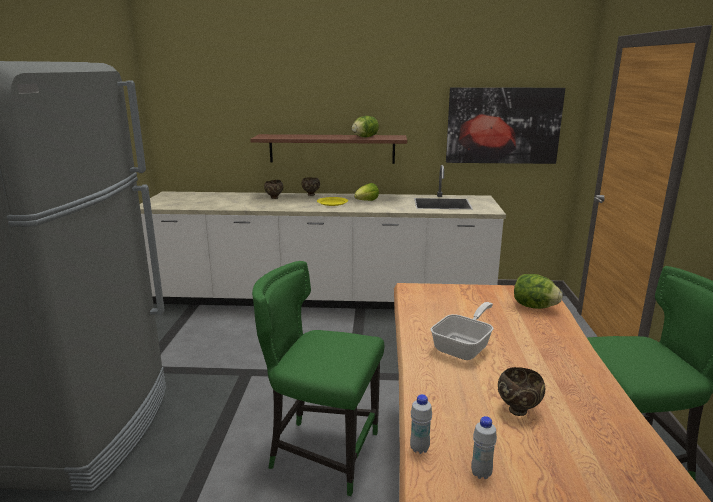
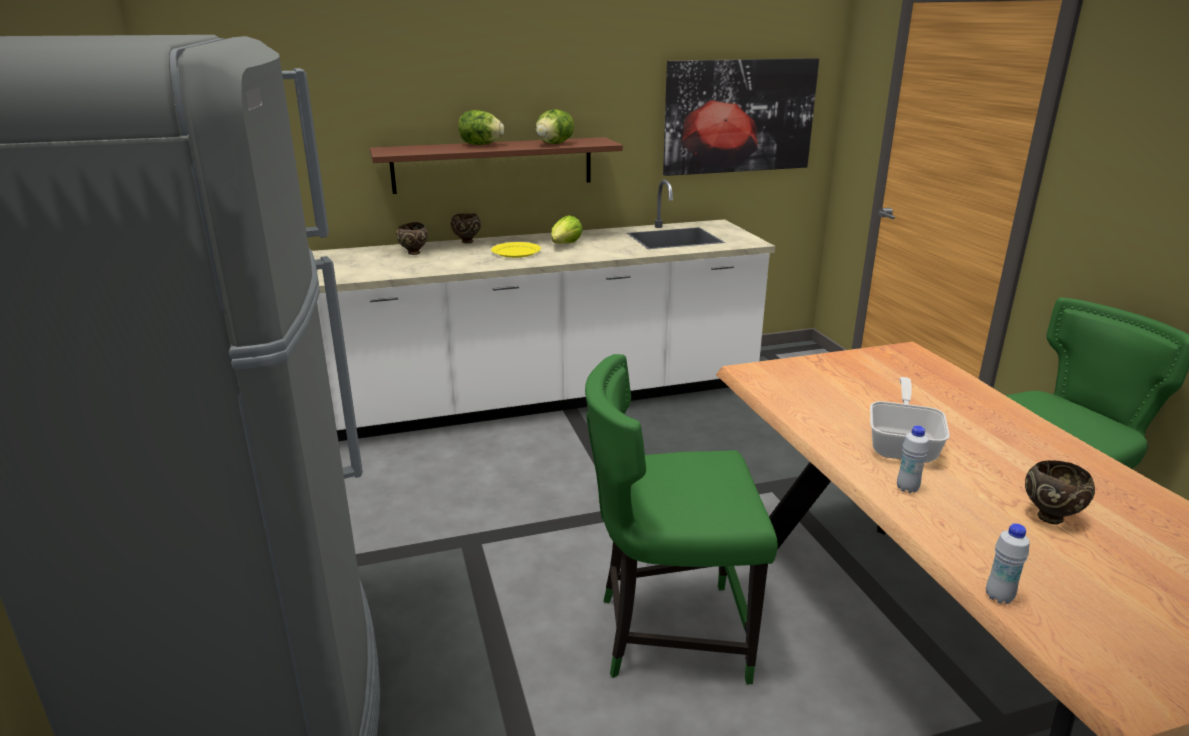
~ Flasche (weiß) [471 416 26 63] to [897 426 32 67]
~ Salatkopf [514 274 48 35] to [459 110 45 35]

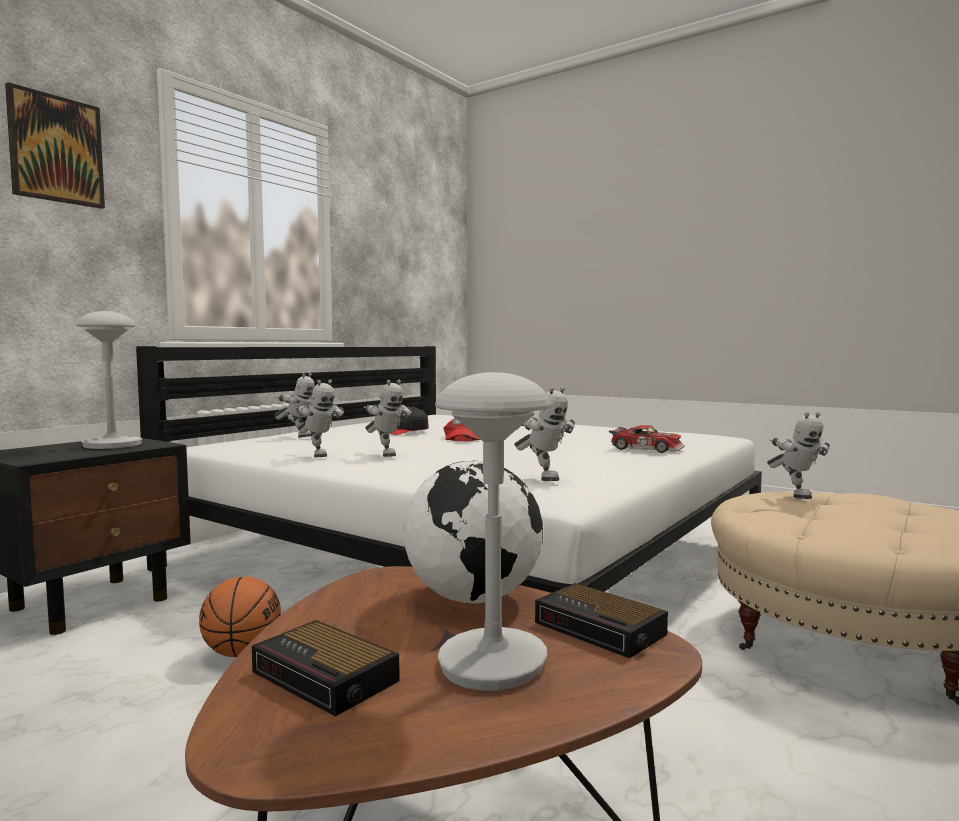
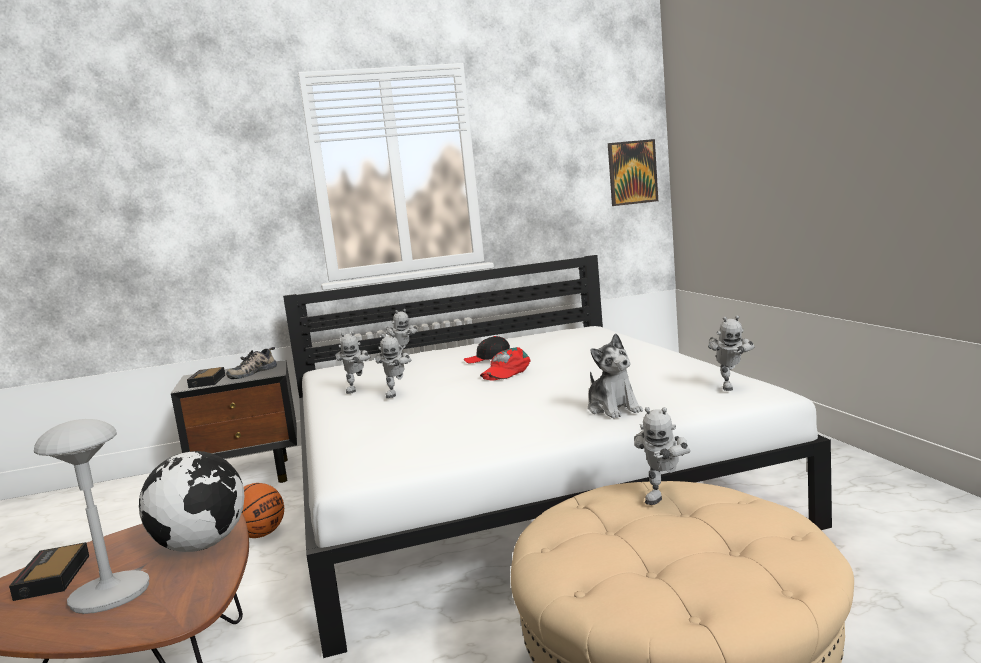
~ Bild [5 82 100 127] to [608 139 50 67]
~ Tischlampe (grau) [76 311 66 138] to Schuh [226 347 51 32]
~ Spielzeugroboter [514 386 61 95] to [708 315 47 76]
~ Wecker [535 583 133 75] to [187 367 38 21]
~ Spielzeugauto [609 425 76 28] to Plüschtier [588 334 55 84]

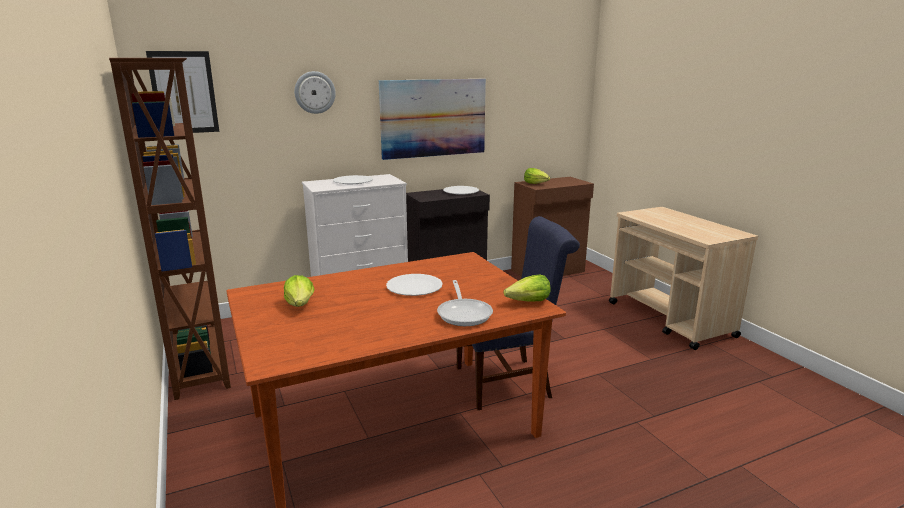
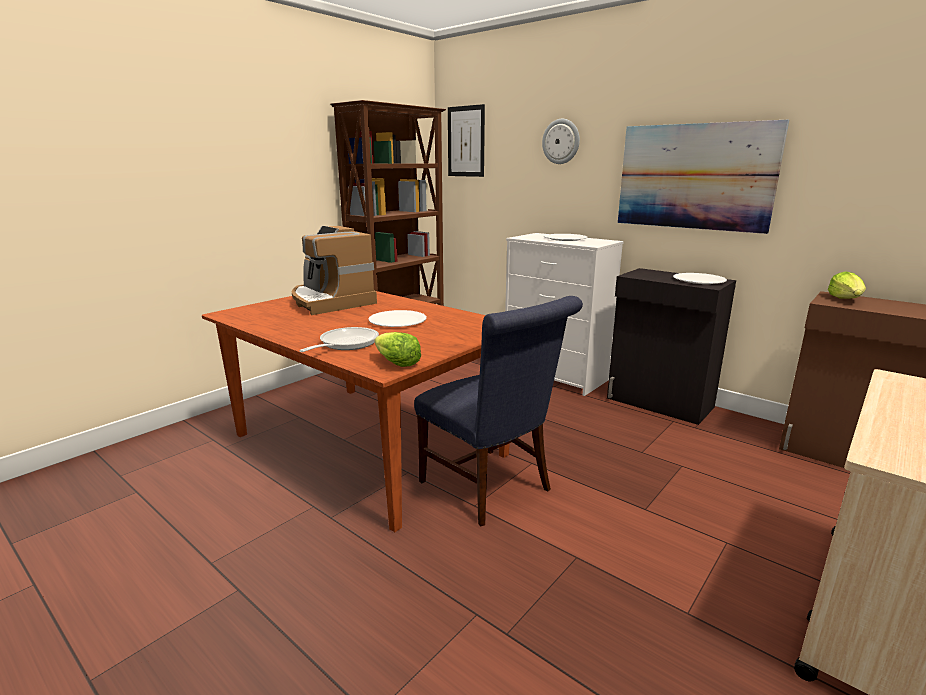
~ Salatkopf [284 275 30 32] to Kaffeemaschine [292 226 85 89]
~ Pfanne [437 280 56 46] = [299 327 80 25] 150 degrees clockwise

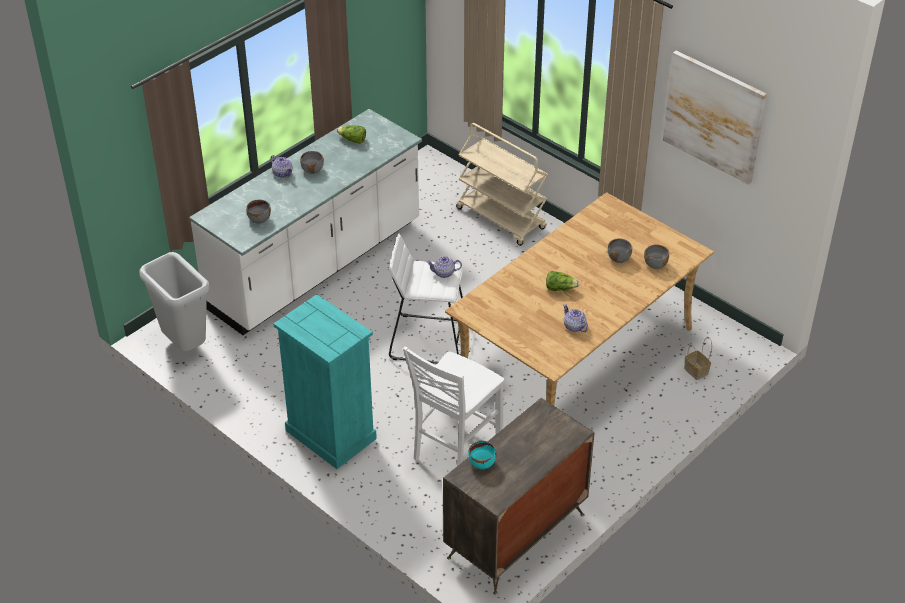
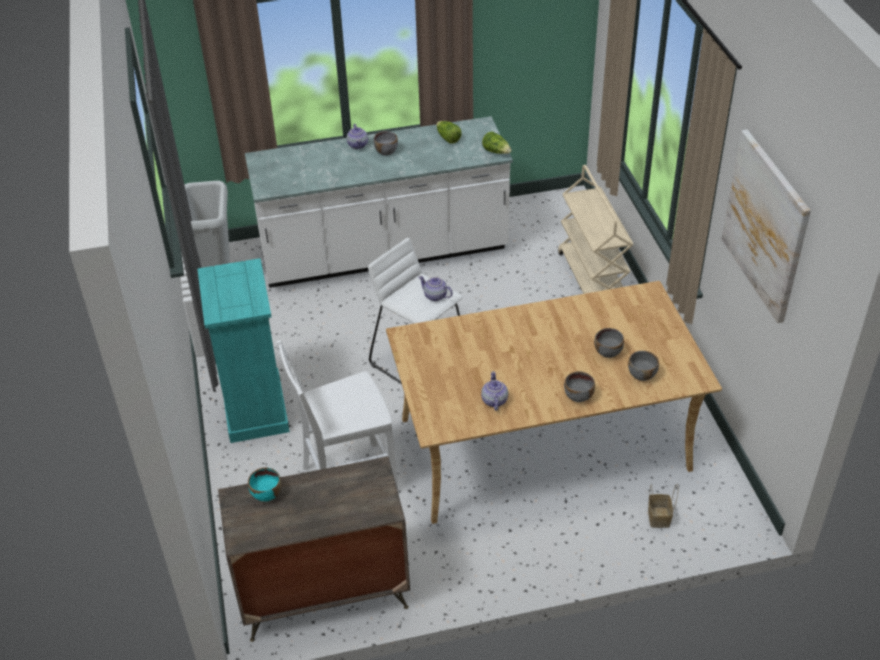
~ Schüssel (grau) [246 200 25 24] to [564 371 31 31]
~ Salatkopf [546 271 34 20] to [482 132 30 22]

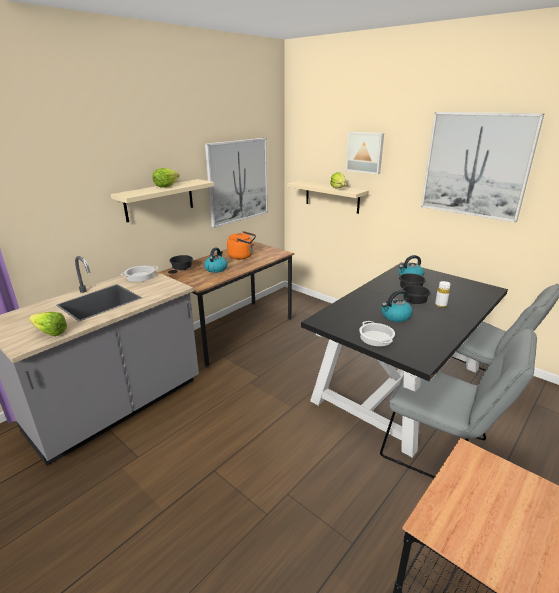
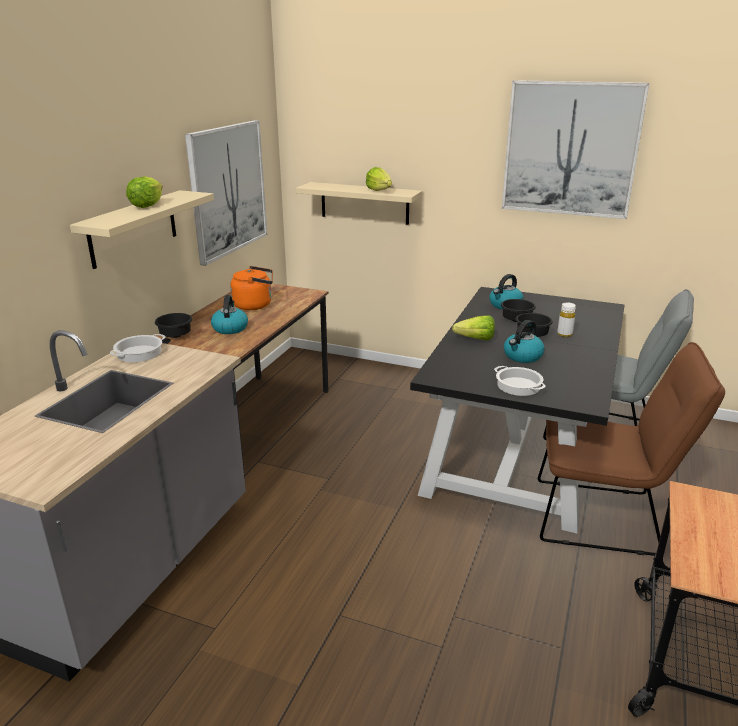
~ Salatkopf [29 312 38 24] to [452 315 43 26]
- Bild [346 132 38 42]
~ Stuhl (grau) [380 327 157 151] to Stuhl (braun) [538 342 187 214]

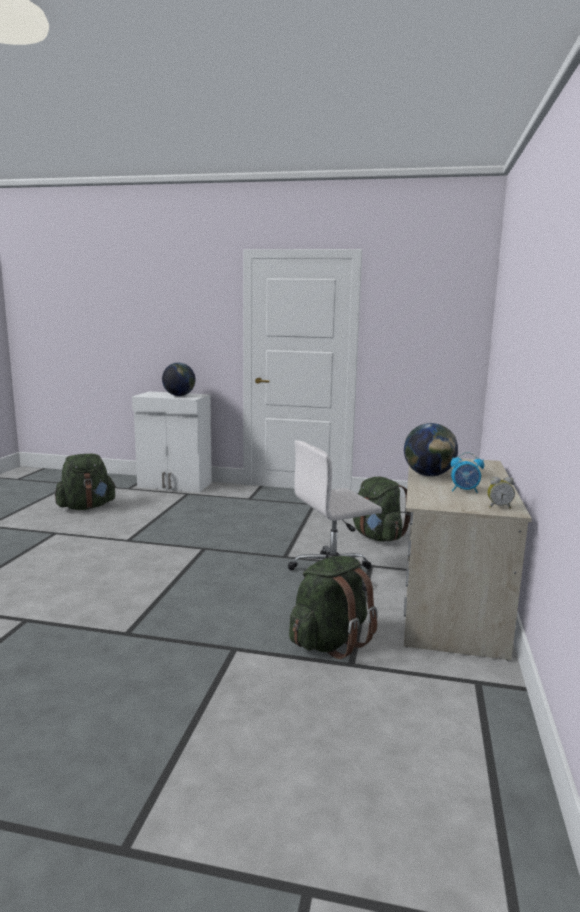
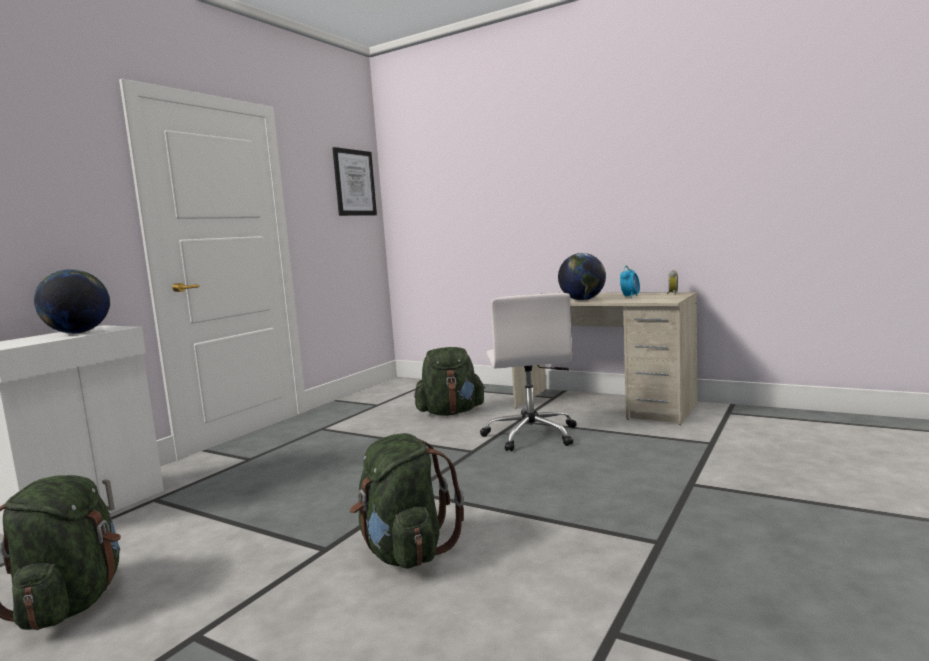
~ Rucksack (grün) [289 556 89 103] to [350 433 114 136]
+ Bild [332 147 45 69]

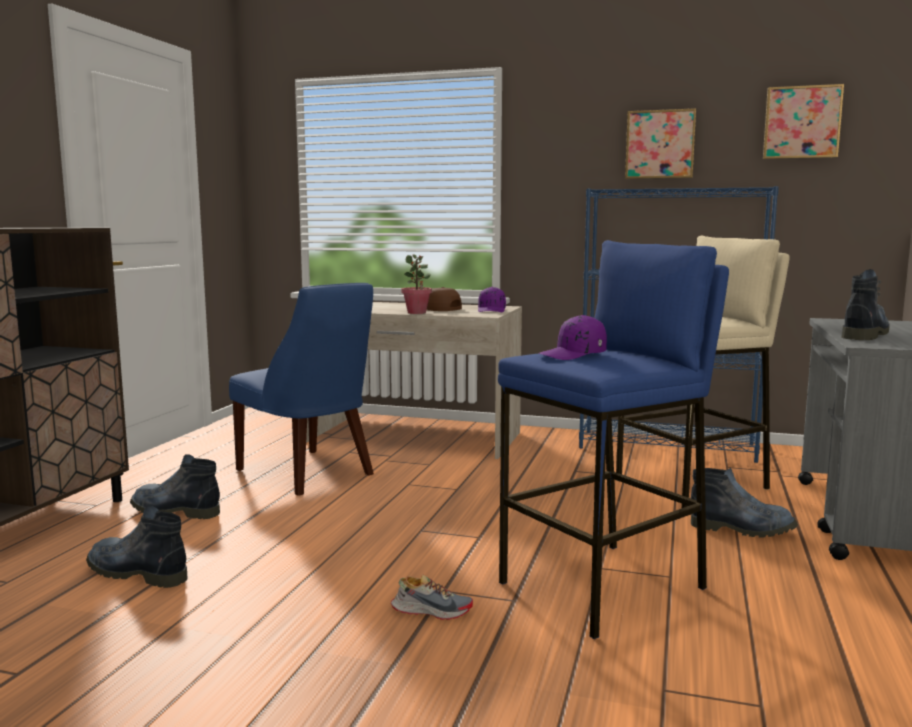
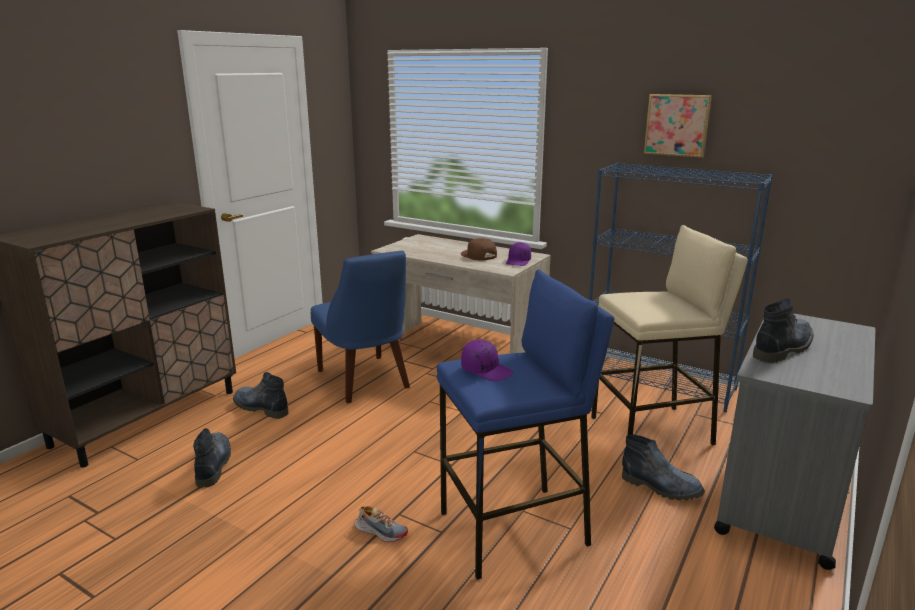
~ Stiefel [86 506 102 82] = [193 428 38 60] 45 degrees clockwise
- Topfpflanze [401 254 31 60]
~ Kappe (lila) [539 315 68 45] = [461 340 52 41] 135 degrees counterclockwise
- Bild [763 84 81 76]

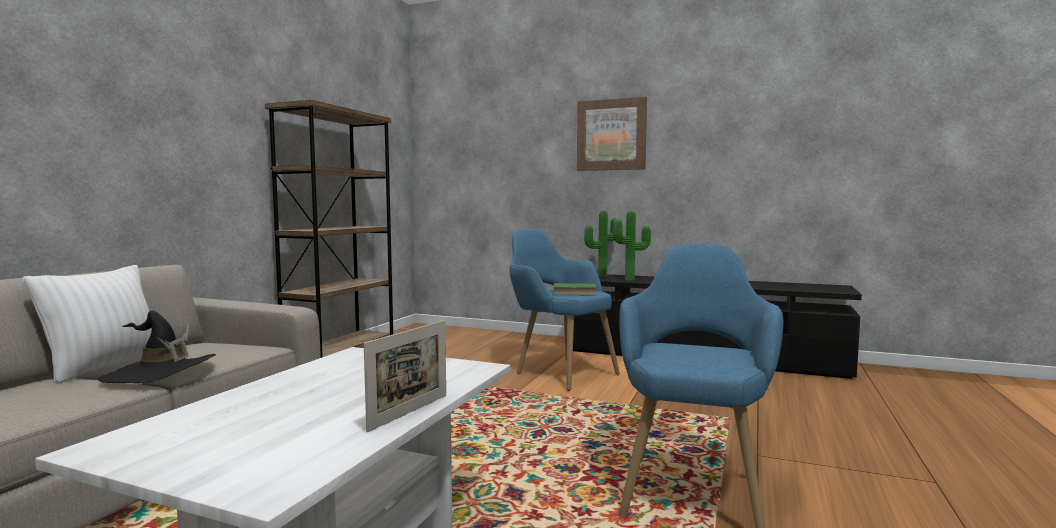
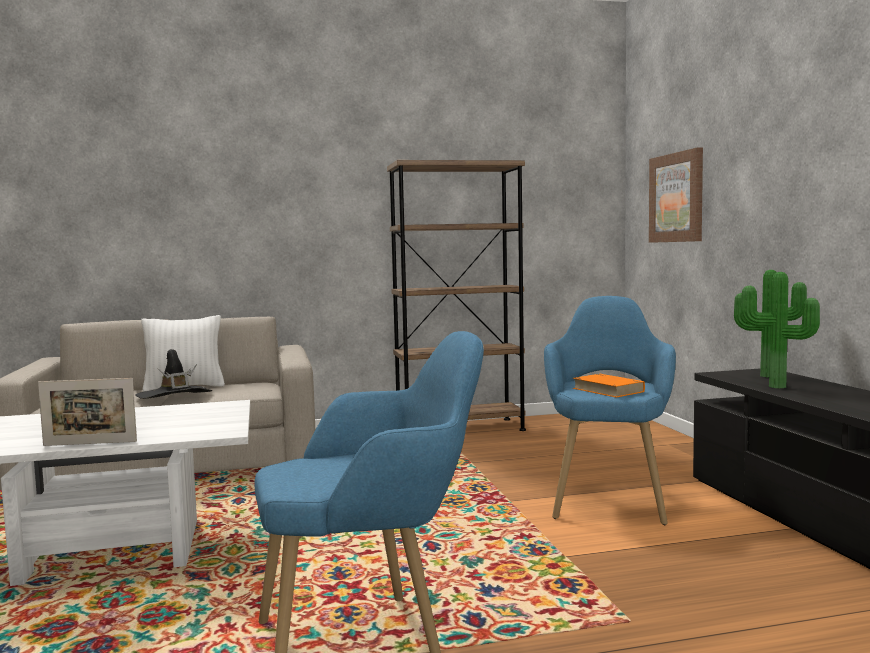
~ Buch (grün) [551 283 46 12] to Buch (orange) [573 374 72 24]
~ Bild [577 97 70 74] to [649 148 54 95]

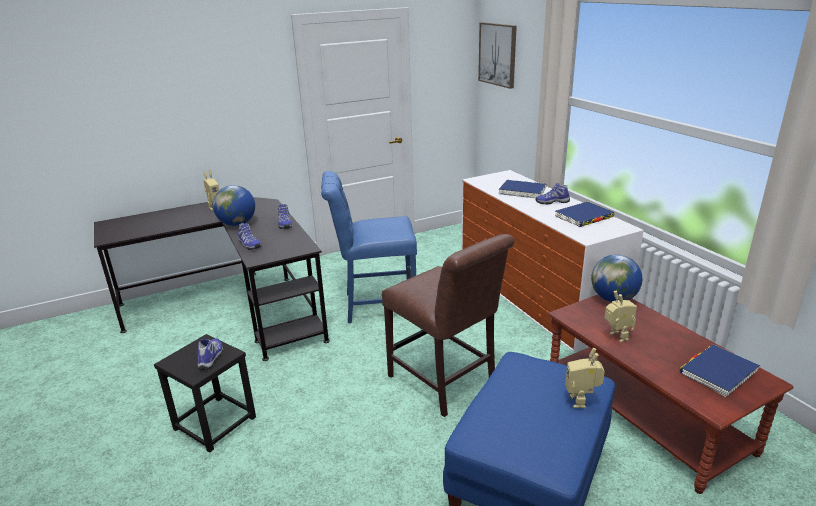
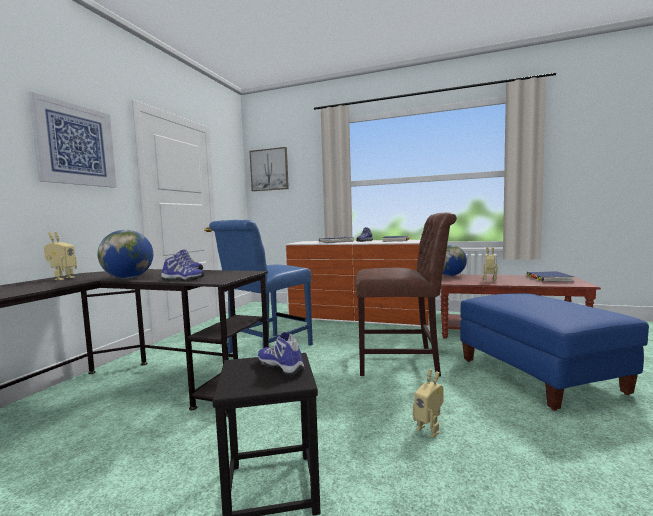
~ Spielzeugroboter [565 348 40 60] to [413 369 31 69]
+ Bild [29 92 88 96]

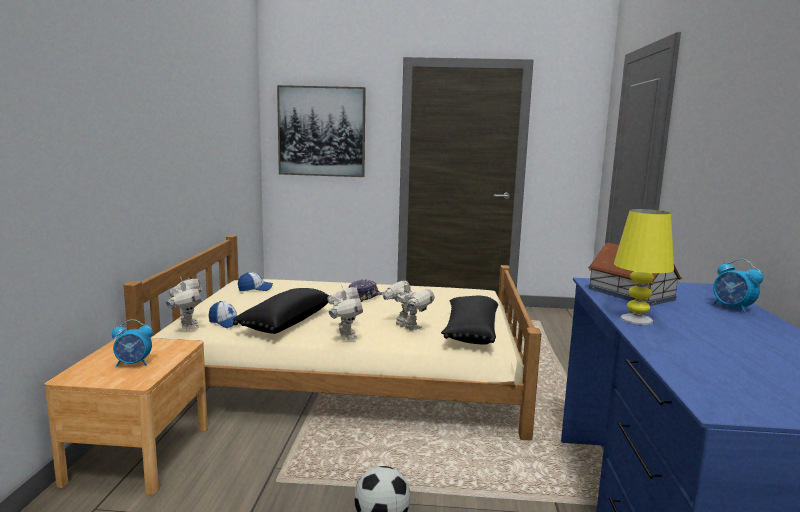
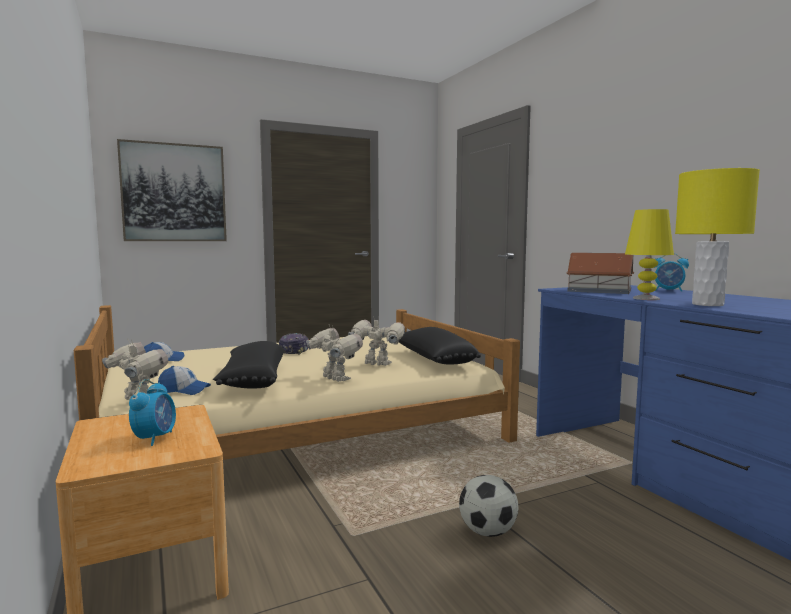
~ Wecker [112 319 41 48] = [129 379 47 67] 45 degrees counterclockwise
+ Tischlampe (gelb) [675 168 85 138]

